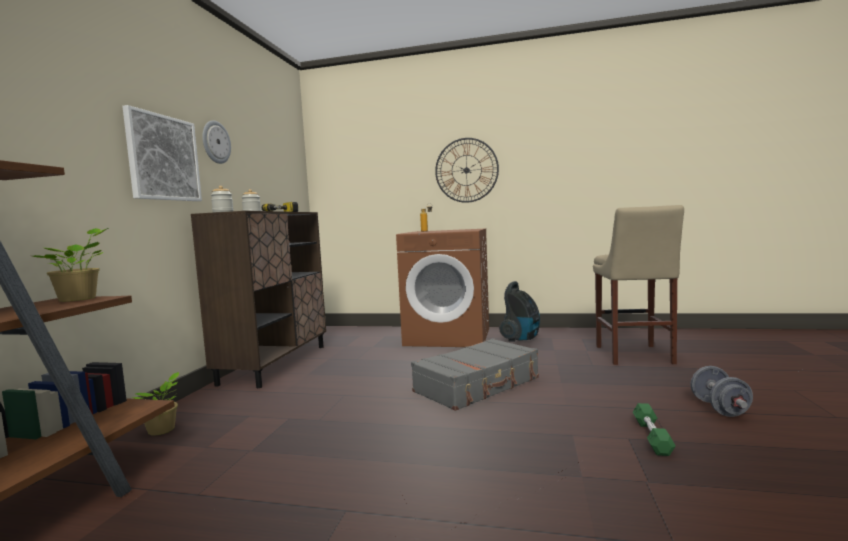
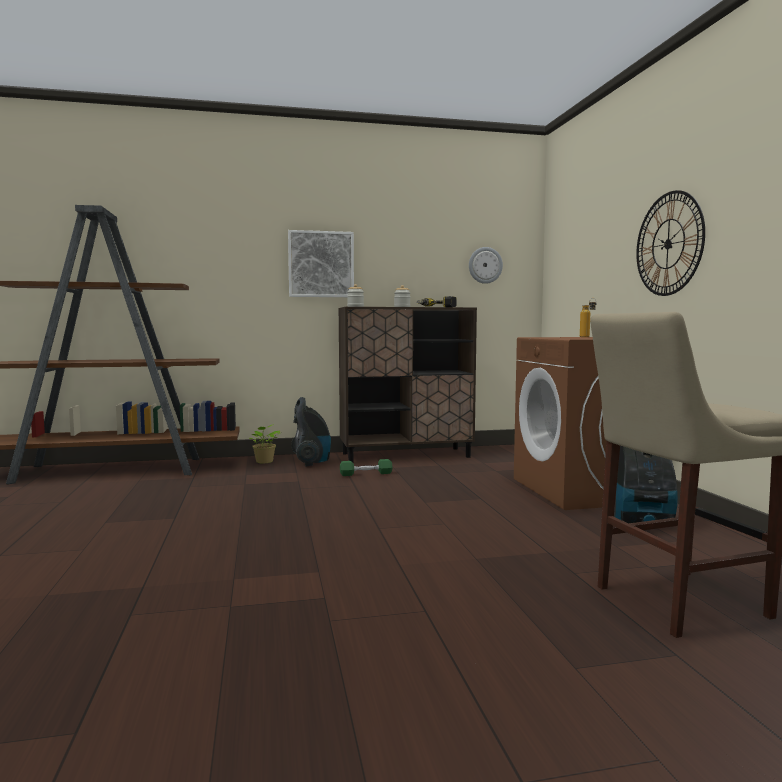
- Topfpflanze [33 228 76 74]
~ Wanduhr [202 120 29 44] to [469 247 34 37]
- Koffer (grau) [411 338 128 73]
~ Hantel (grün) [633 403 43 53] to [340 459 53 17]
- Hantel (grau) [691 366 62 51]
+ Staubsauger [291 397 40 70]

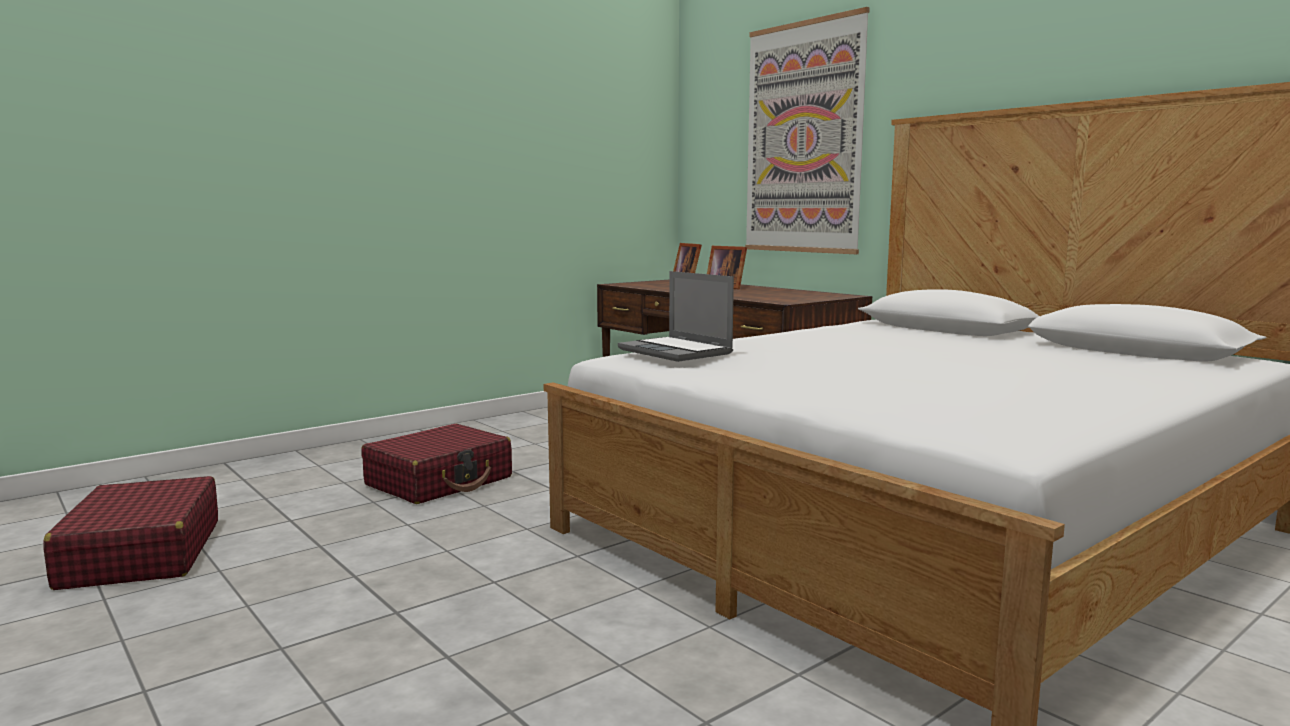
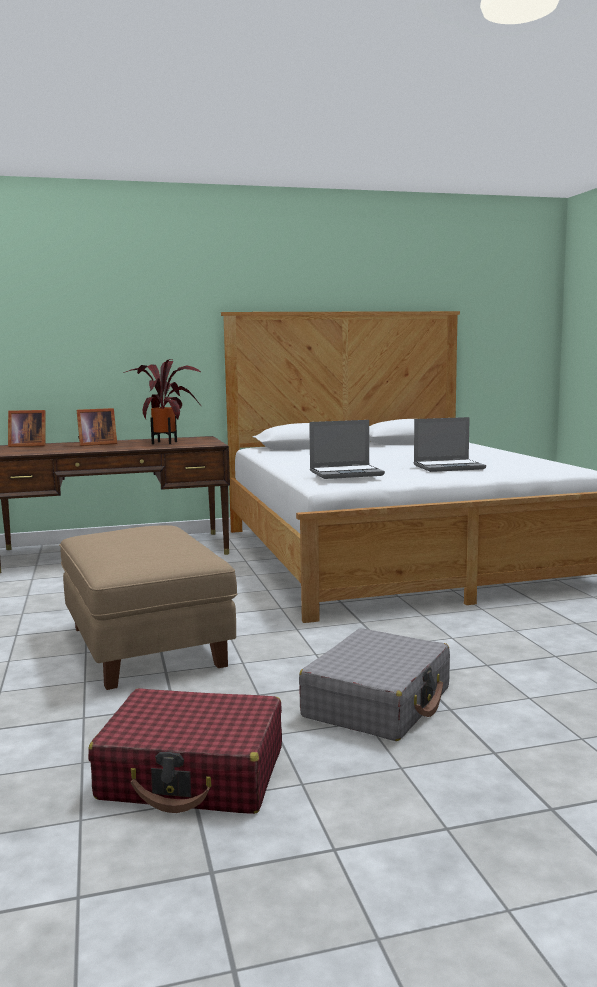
~ Koffer (rot) [361 424 151 80] to Polsterhocker (beige) [59 525 179 165]
- Bild [745 7 125 247]
+ Topfpflanze [123 359 79 85]
+ Koffer (grau) [299 628 151 113]
+ Laptop [414 417 72 55]

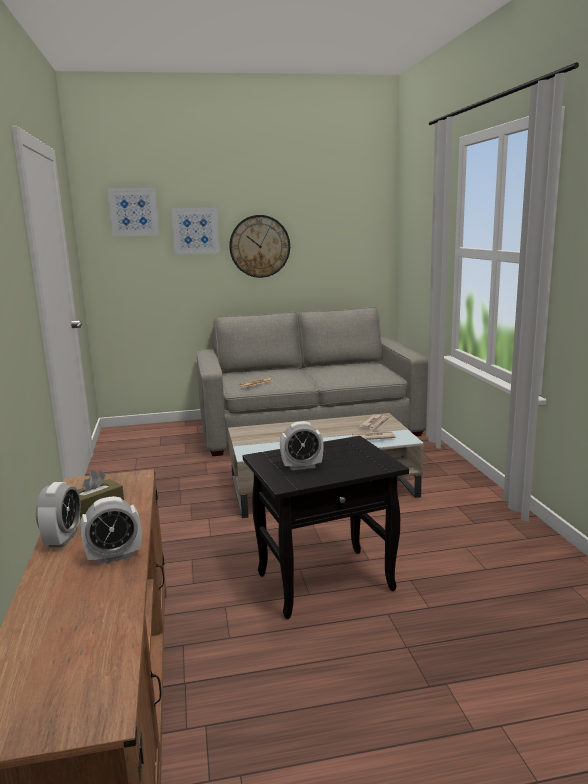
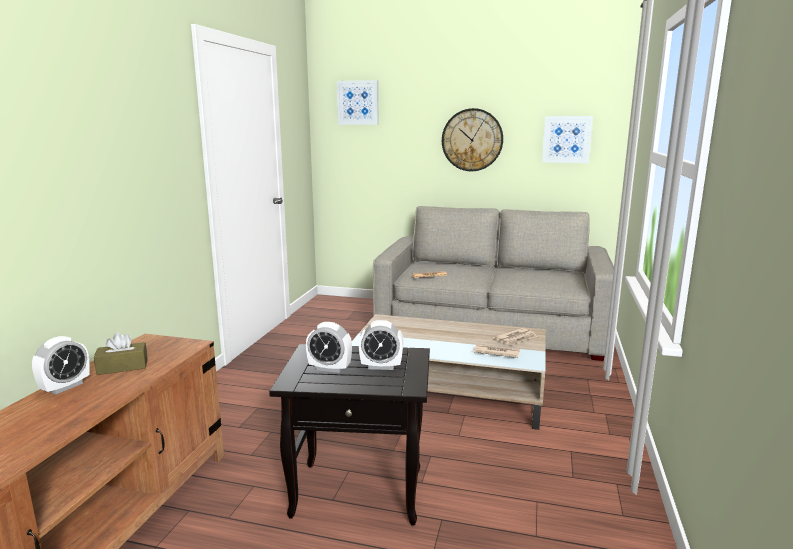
~ Wecker [80 496 62 69] to [359 320 44 50]
~ Bild [171 207 49 48] to [542 116 51 47]

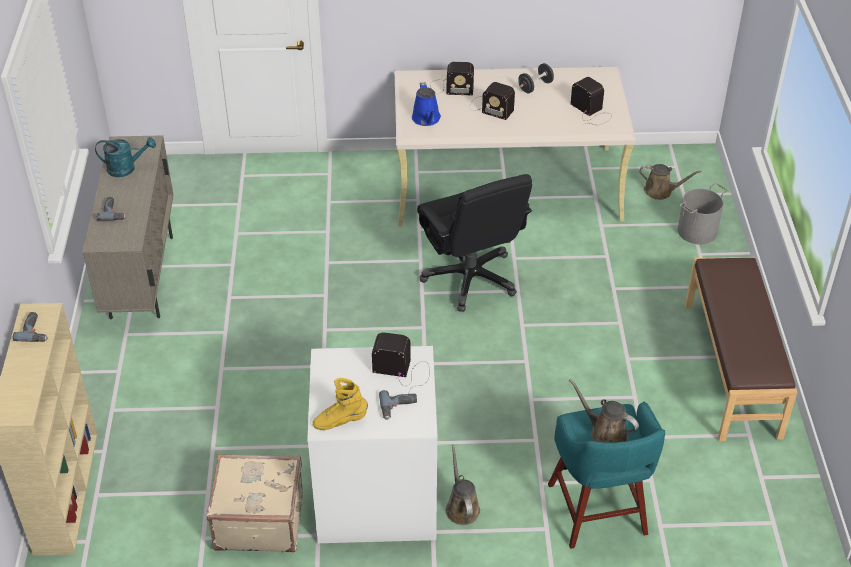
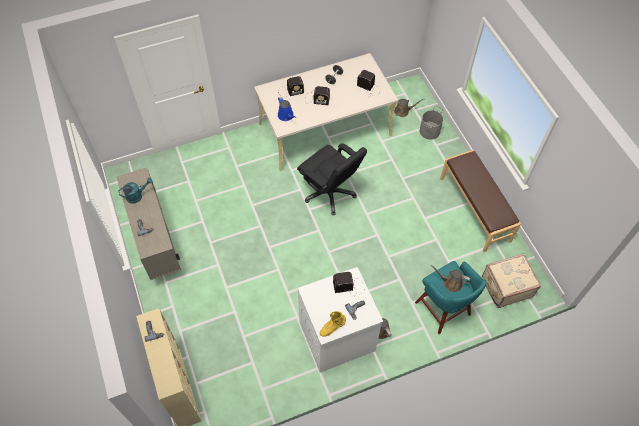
~ Koffer (beige) [207 454 96 98] to [482 253 59 55]

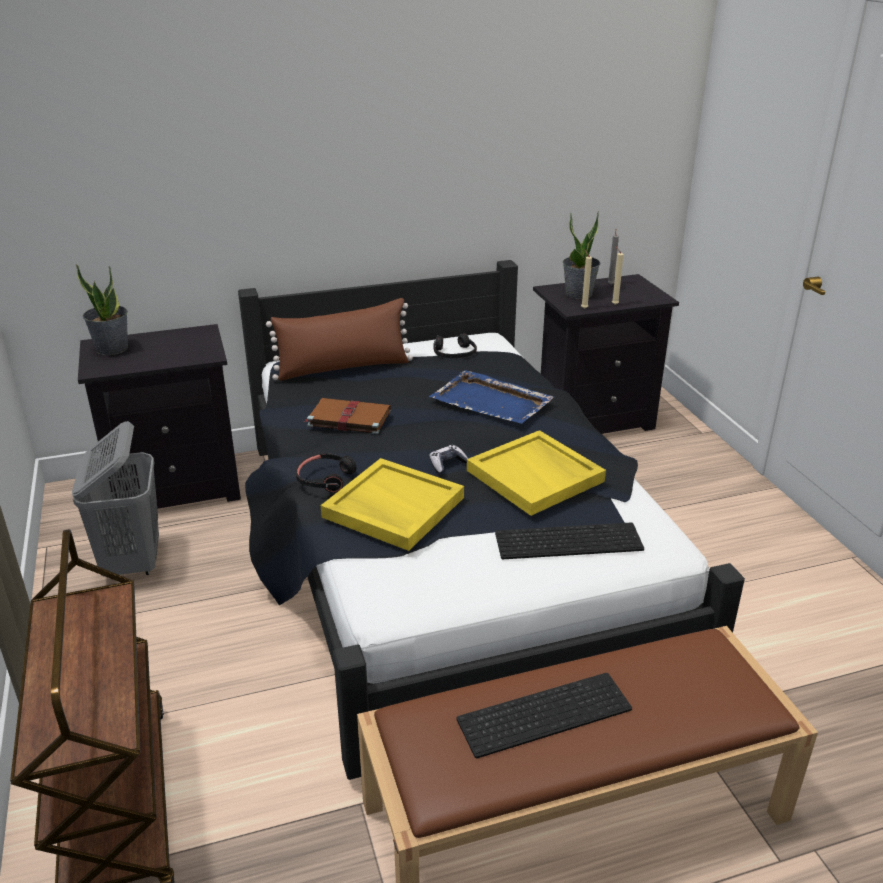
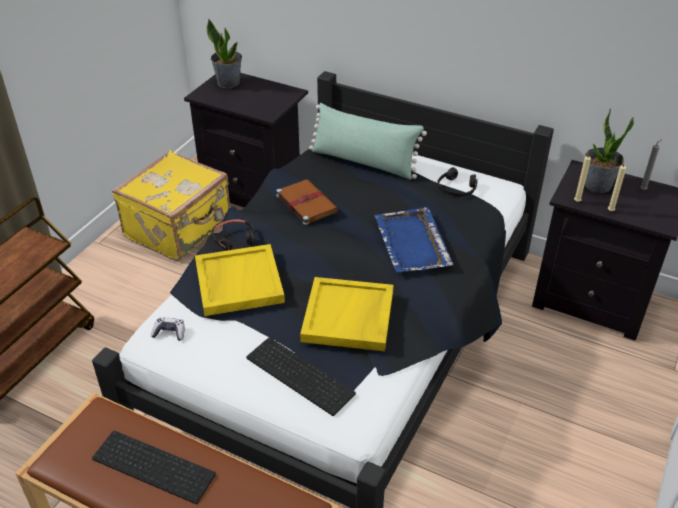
~ Wäschekorb (grau) [72 421 87 156] to Koffer (gelb) [112 150 118 111]
~ Kissen (braun) [266 298 147 83] to Kissen (grün) [309 103 118 77]
~ Gamepad [429 445 39 29] to [151 317 33 24]

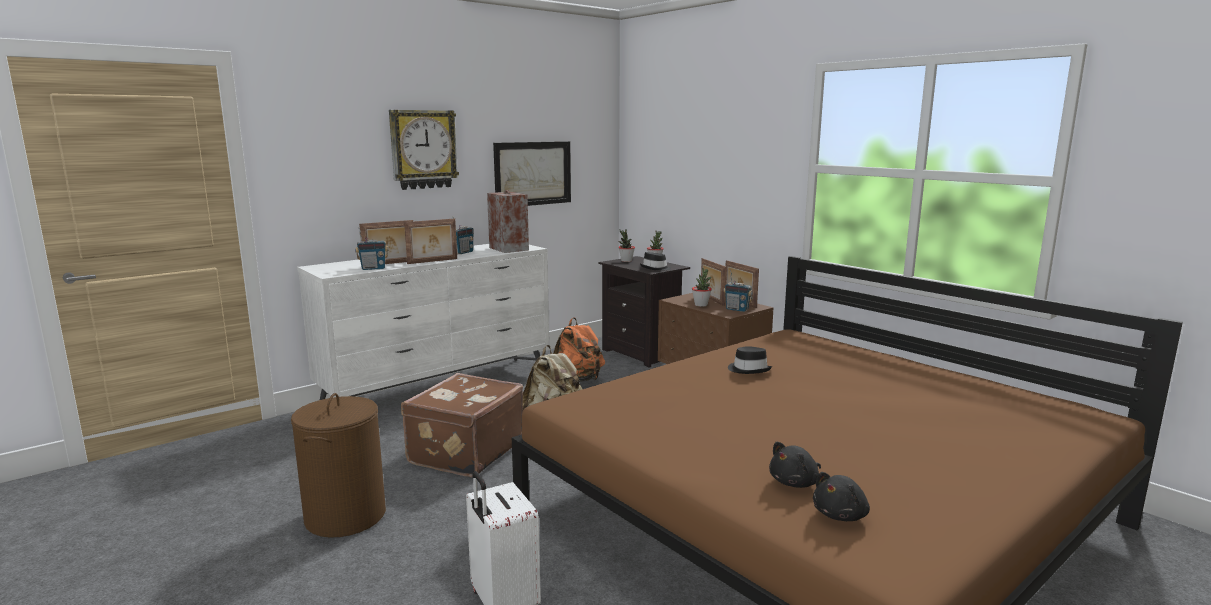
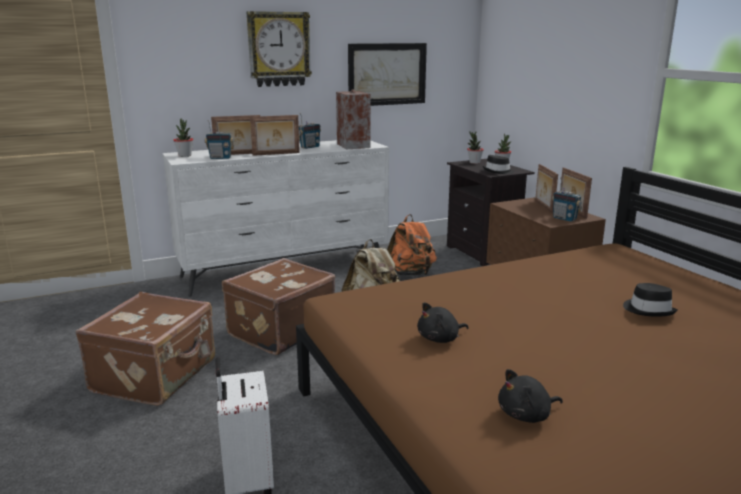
~ Wäschekorb (braun) [291 393 95 145] to Koffer (braun) [75 292 140 114]
~ Topfpflanze [692 268 20 39] to [173 118 20 39]
~ Hut (schwarz) [728 346 44 28] to [623 283 55 34]
~ Plüschtier (schwarz) [813 472 57 49] to [417 303 52 40]

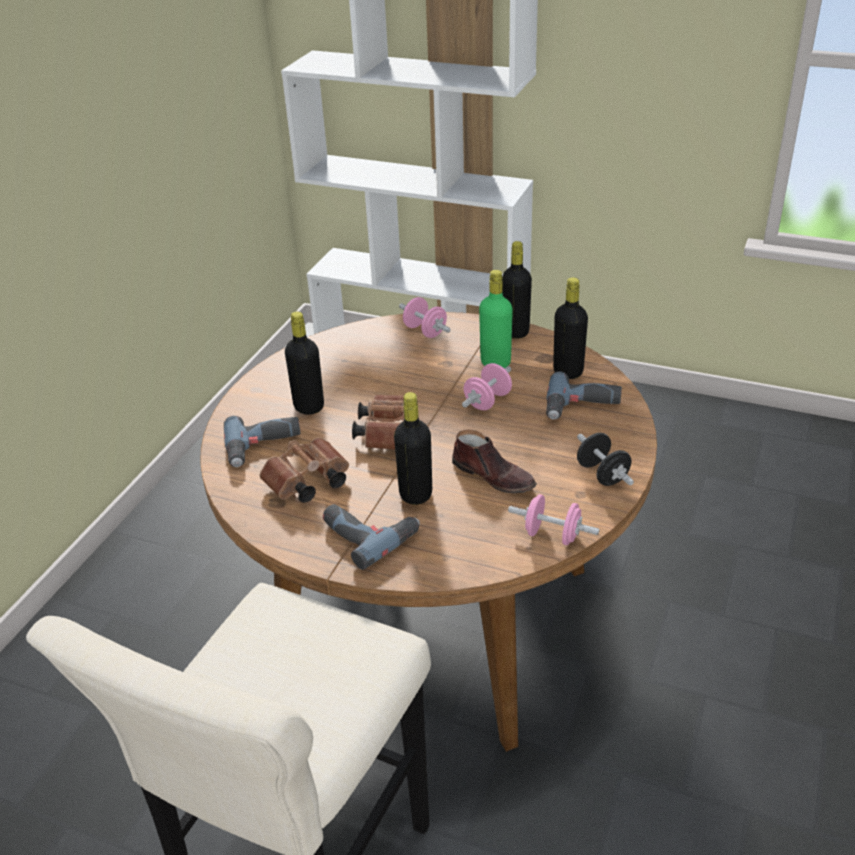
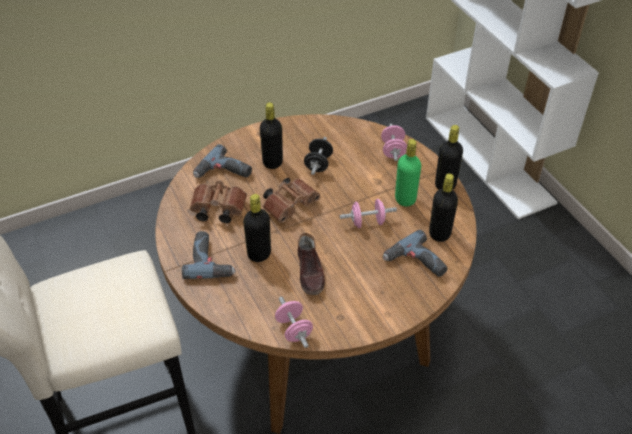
~ Hantel (schwarz) [577 433 57 53] to [304 137 29 38]

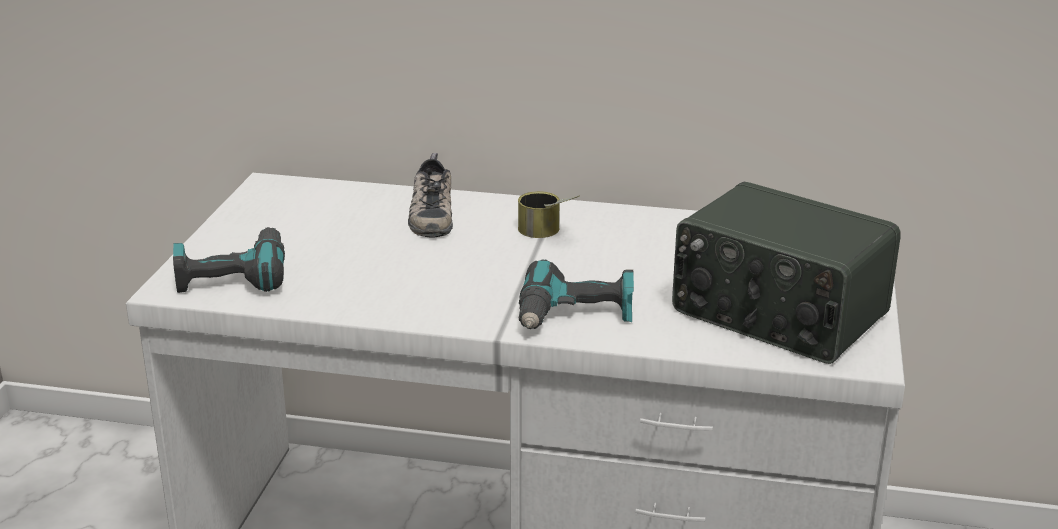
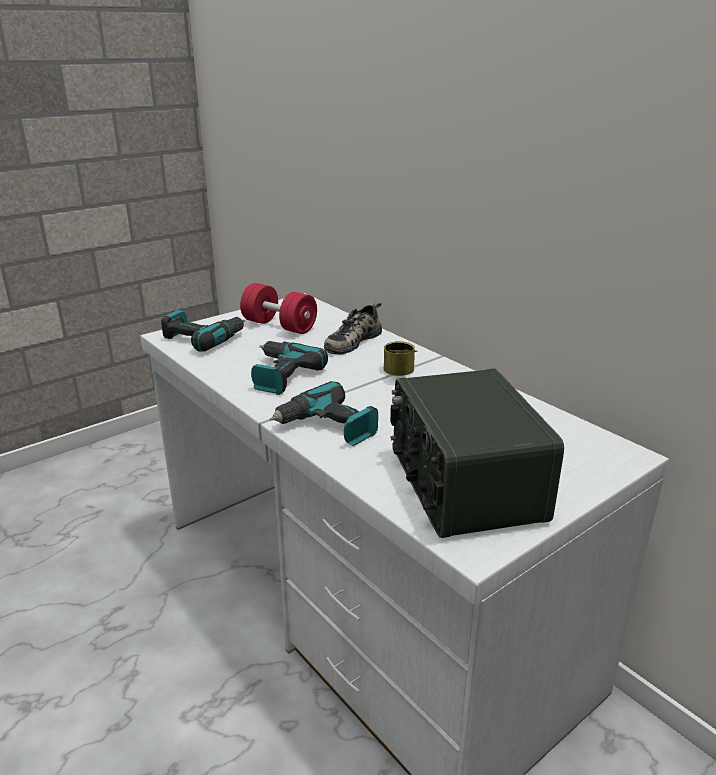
+ Hantel (rot) [240 283 77 51]
+ Bohrmaschine [251 341 77 54]

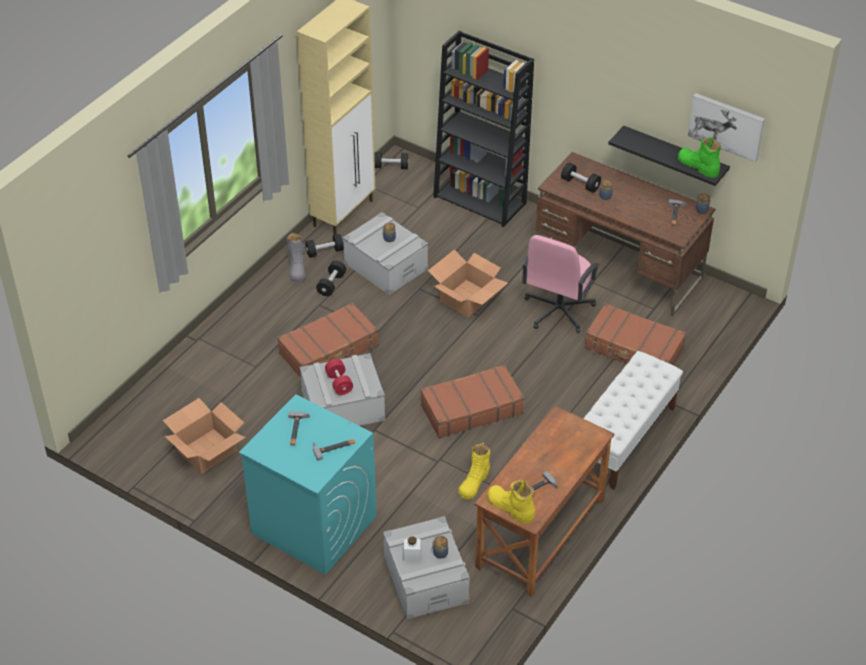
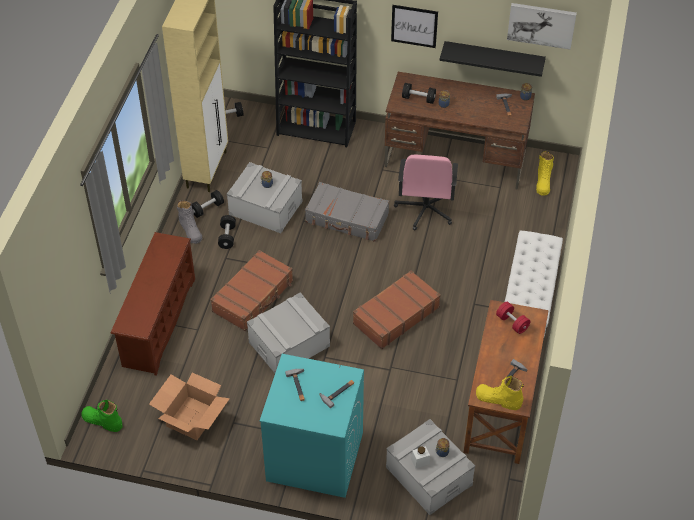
~ Hantel (rot) [325 359 28 36] to [496 302 34 32]
~ Karton [428 250 80 67] to Koffer (grau) [305 182 84 60]
~ Stiefel (gelb) [458 443 32 56] to [536 151 18 45]
- Koffer (braun) [584 303 102 63]
~ Stiefel (grün) [678 137 44 41] to [82 400 41 32]
+ Schuhregal (braun) [111 232 84 144]
+ Bild [391 5 47 43]

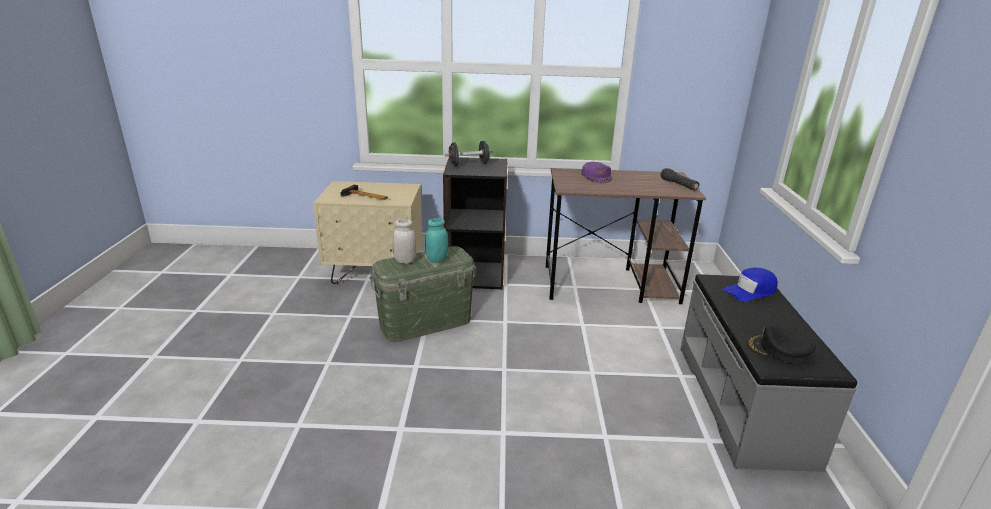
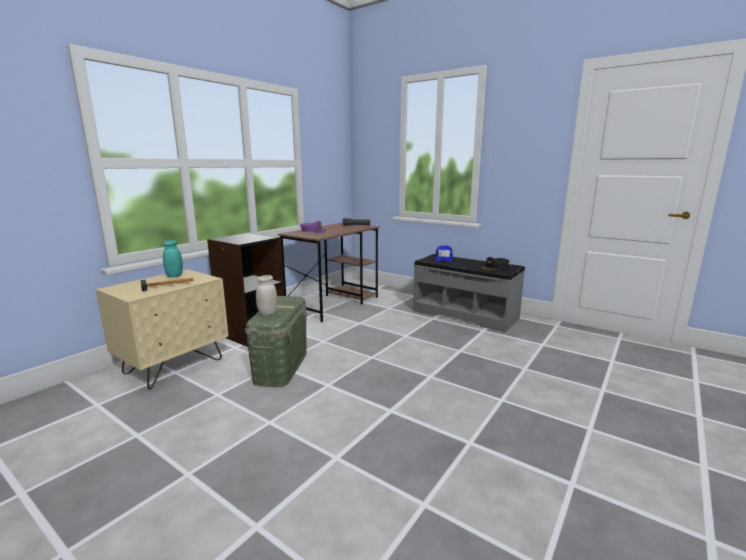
~ Vorratsglas (türkis) [425 218 23 45] to [163 240 20 38]
- Hantel (schwarz) [445 141 48 25]

